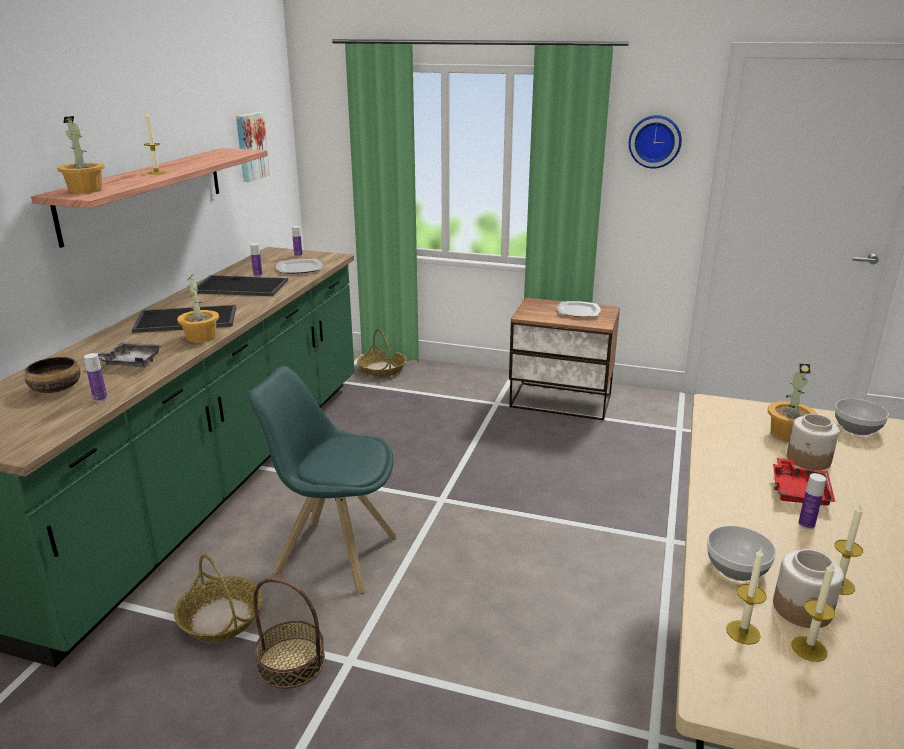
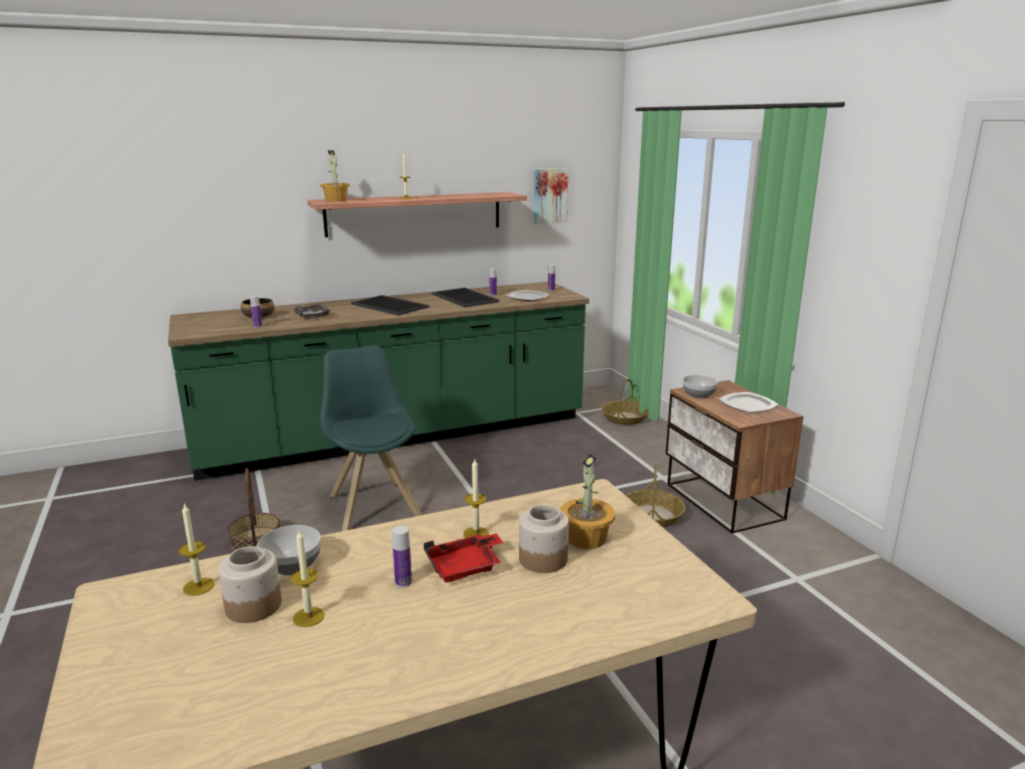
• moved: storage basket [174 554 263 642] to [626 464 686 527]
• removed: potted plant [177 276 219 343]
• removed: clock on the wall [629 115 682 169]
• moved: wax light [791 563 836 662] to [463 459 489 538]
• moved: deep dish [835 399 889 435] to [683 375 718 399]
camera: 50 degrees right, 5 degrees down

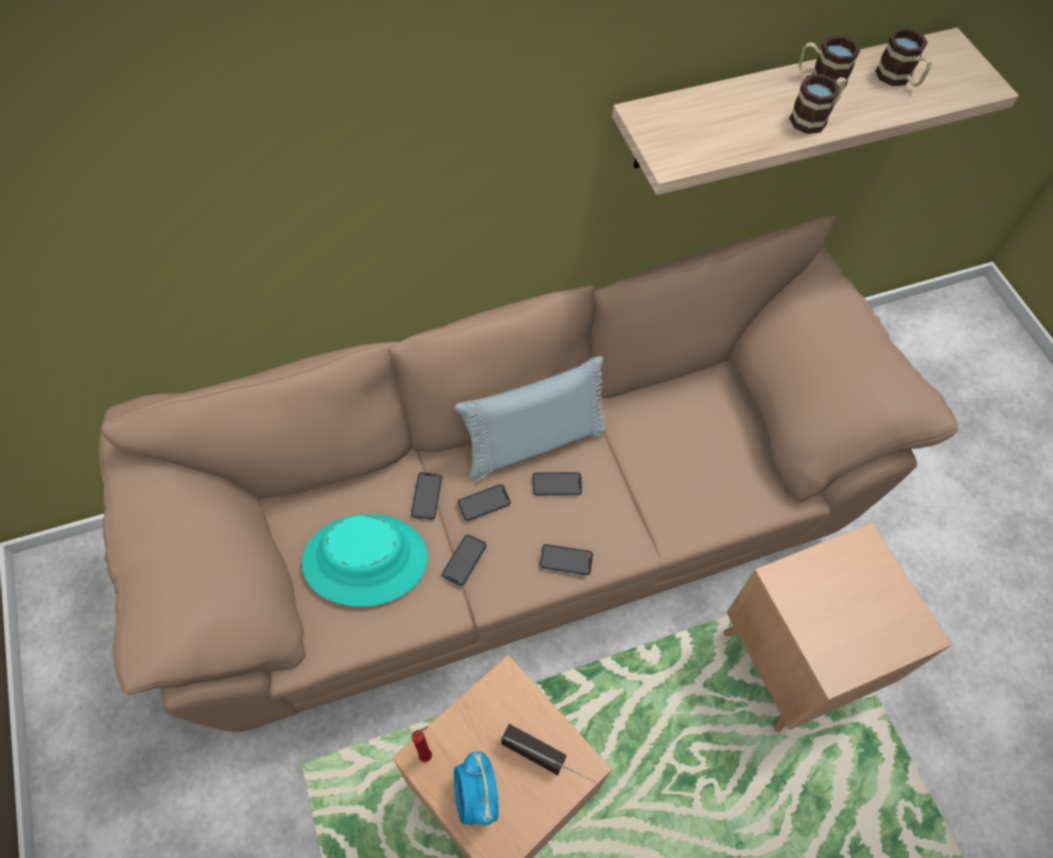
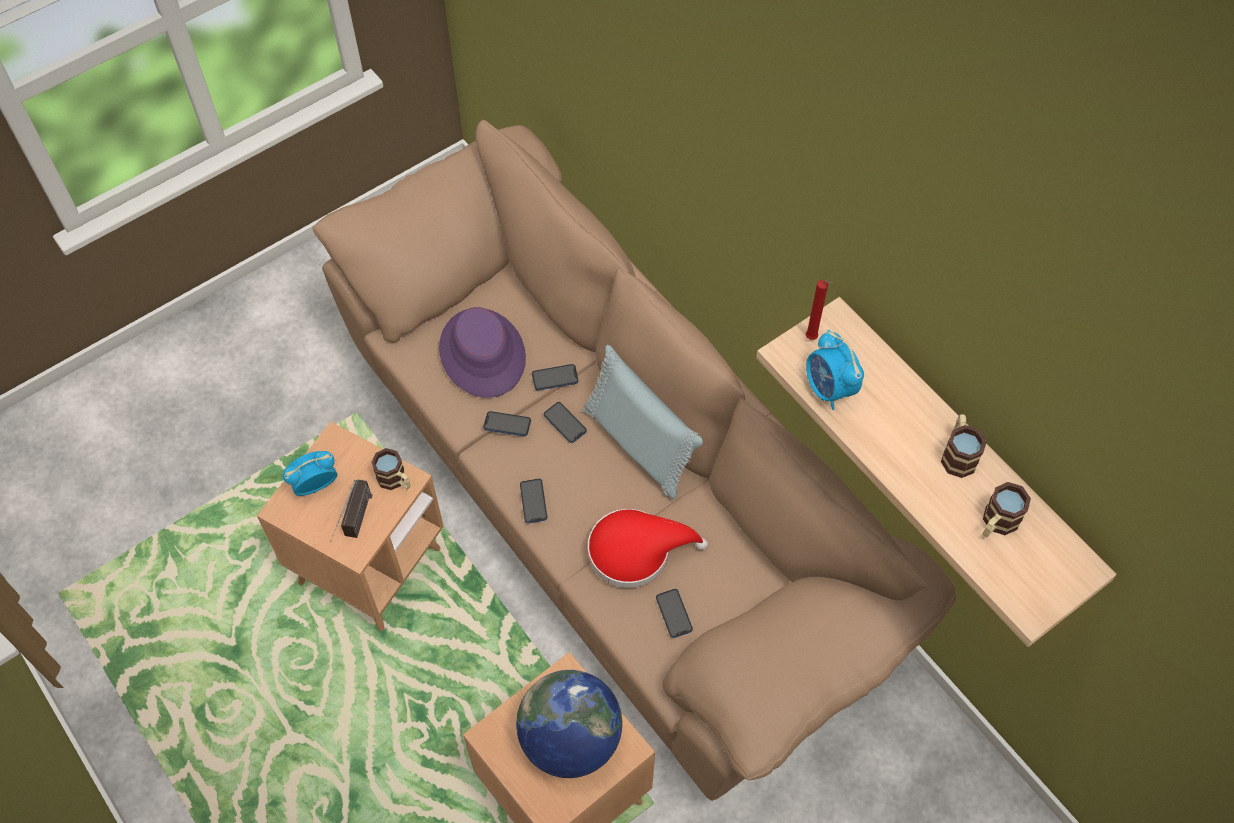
• recoloured: blue-green clothing hat [302 514 428 607] to purple clothing hat [439 307 526 398]
• moved: red-coloured wax light [412 726 432 762] to [806 280 833 340]
• moved: telephone [532 472 582 496] to [656 589 693 638]
• moved: tea mug [789 74 846 134] to [371 448 411 490]
• added: globe [516 670 622 778]
• added: red-coloured clothing hat [588 509 708 588]
• added: alarm clock [806 330 864 410]
camera: 75 degrees right, 0 degrees up

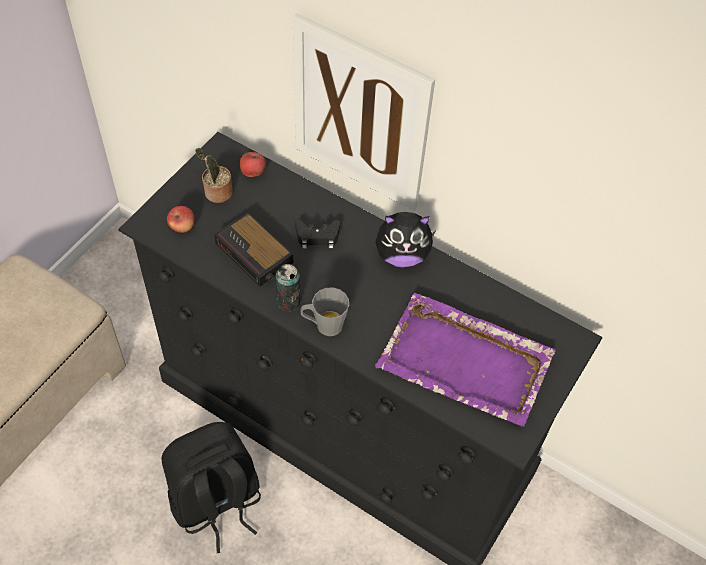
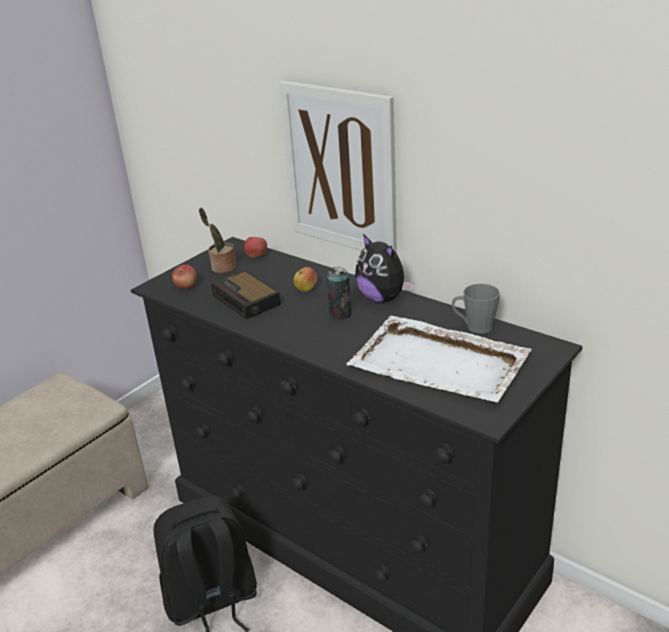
• moved: sealed can [276 264 300 311] to [327 267 351 320]
• replaced: blackish gamepad [295 220 340 248] to apple [294 267 317 292]
• moved: greyish tea mug [300 287 349 336] to [452 284 500 334]
• recoloured: purple tray [375 293 555 427] to white-coloured tray [347 316 532 403]
• turned: cuddly toy [376 212 436 268] = [355 234 413 303] 45 degrees clockwise
camera: 10 degrees right, 25 degrees down

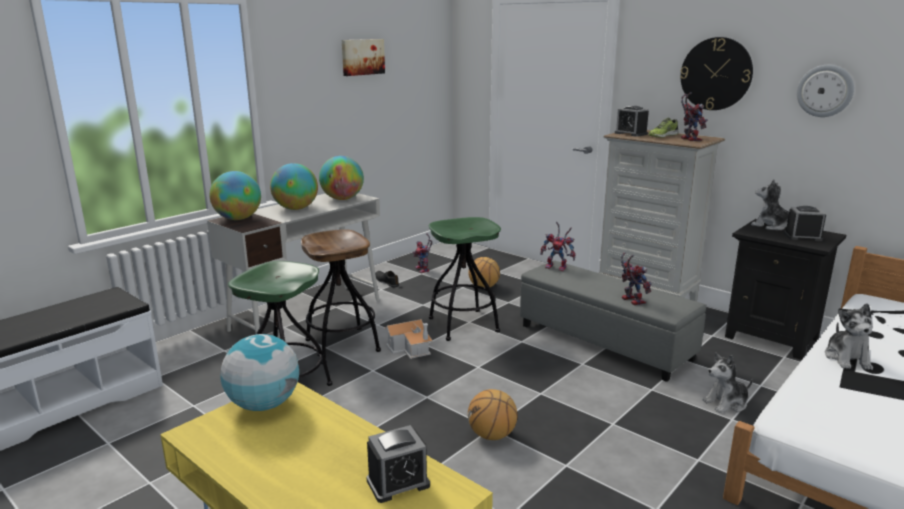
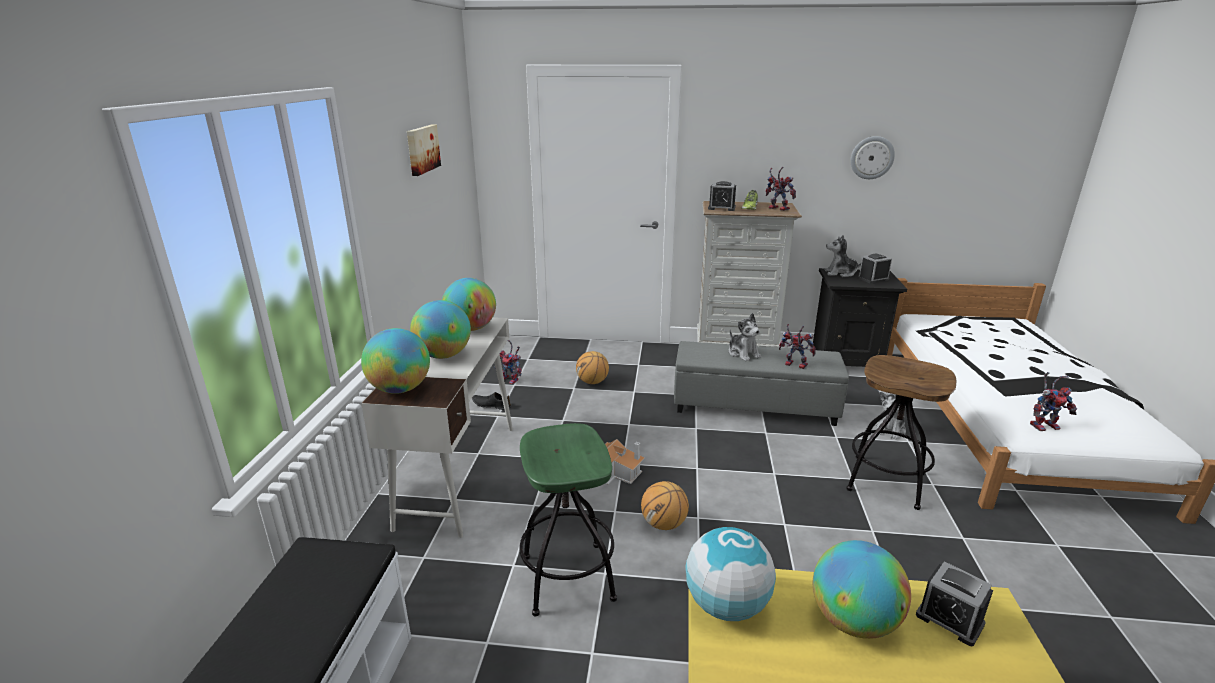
• moved: brown-coloured stool [301 229 381 365] to [846 355 956 510]
• turned: alarm clock [367 425 430 503] = [916 561 993 646] 105 degrees clockwise
• removed: green-coloured stool [429 217 501 341]
• moved: ball for basketball [468 389 518 440] to [641 481 689 530]
• moved: robot figure [540 222 576 271] to [1030 372 1077 431]
• removed: clock on the wall [680 37 753 110]
• moved: cuddly toy [825 303 873 370] to [729 313 761 361]
• added: globe [813 540 911 639]
camera: 35 degrees left, 5 degrees up

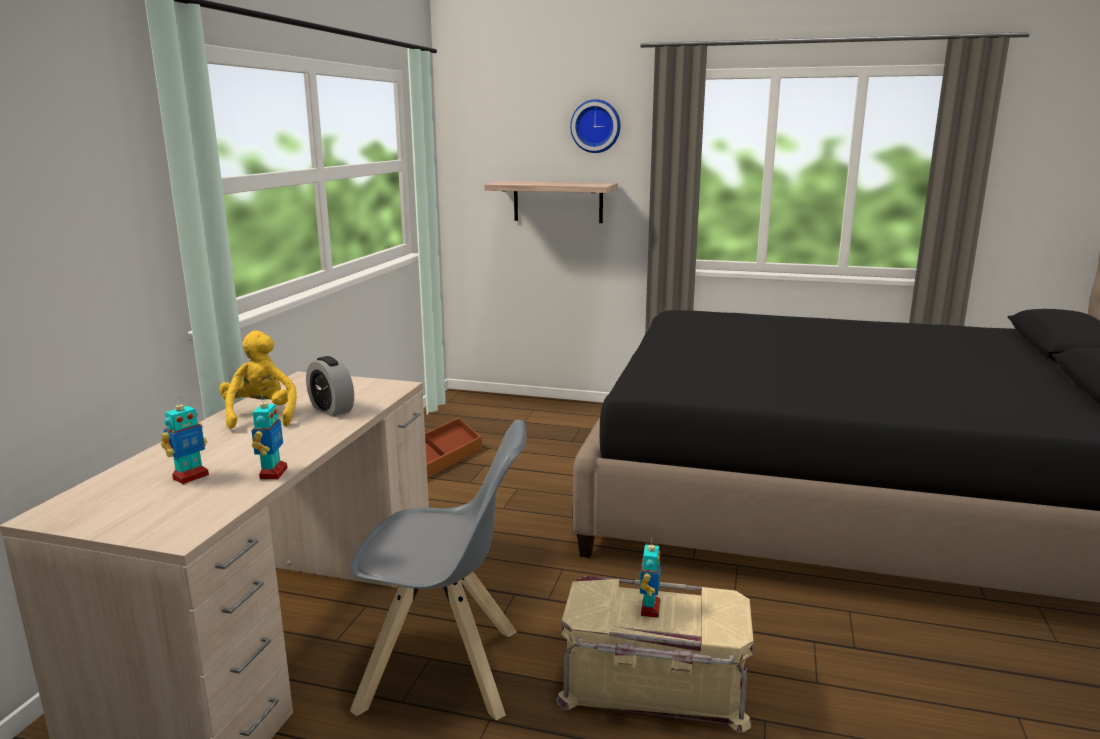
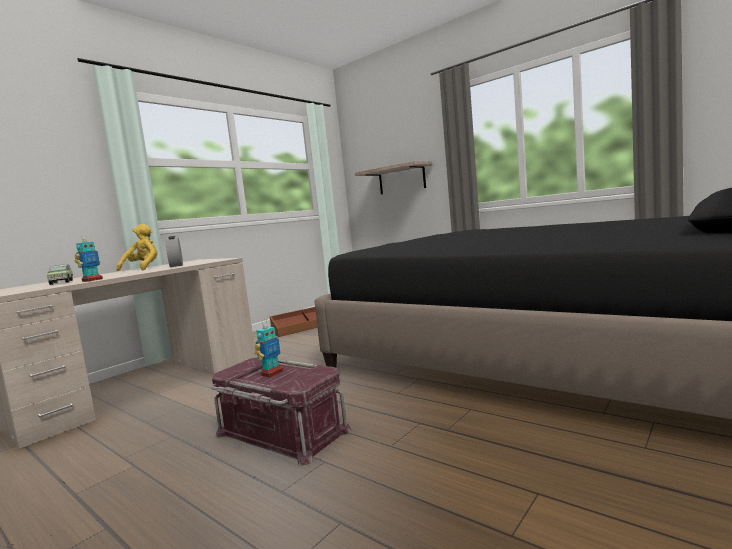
• replaced: robot figure [161 397 209 484] to miniature car [47 264 73 285]
• removed: greyish upright chair [350 420 527 720]
• recoloured: sand-coloured storage container [556 576 754 733] to red-coloured storage container [211 357 352 466]
• removed: clock on the wall [570 99 621 153]
camera: 25 degrees right, 10 degrees down

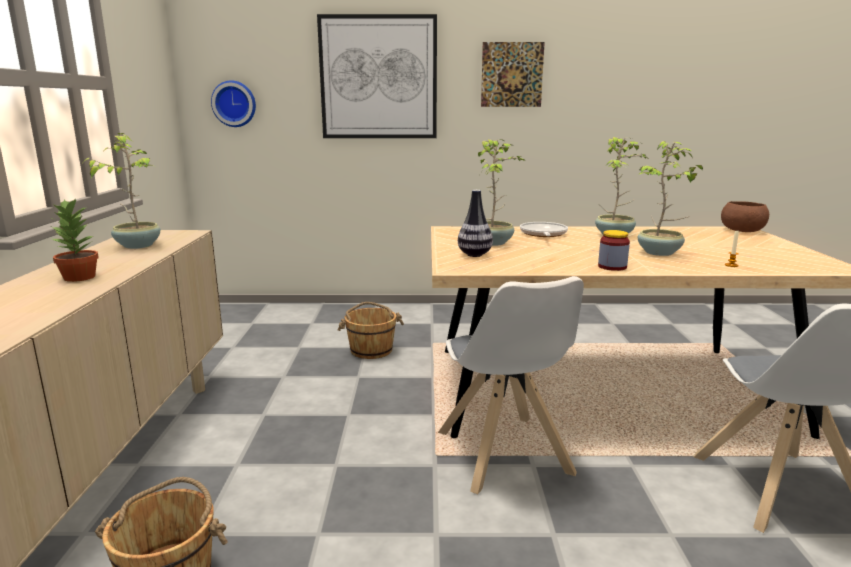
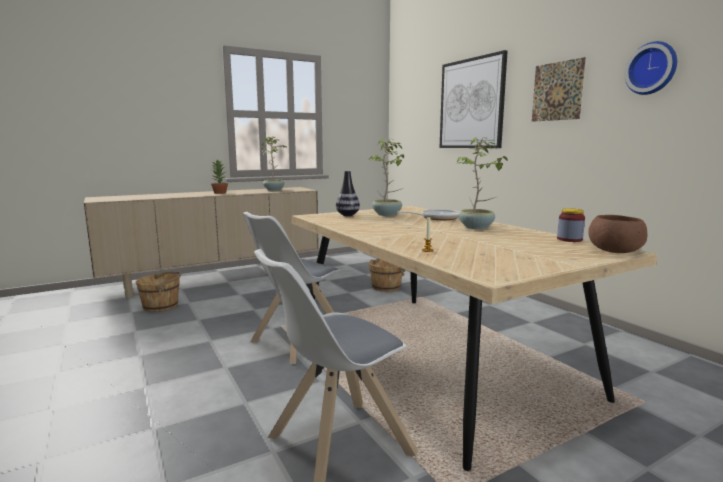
• moved: clock on the wall [211 80 256 127] to [624 41 677 95]
• moved: storage jar [598 230 630 271] to [557 209 585 242]
• removed: potted plant [638 141 703 256]
camera: 60 degrees right, 5 degrees down

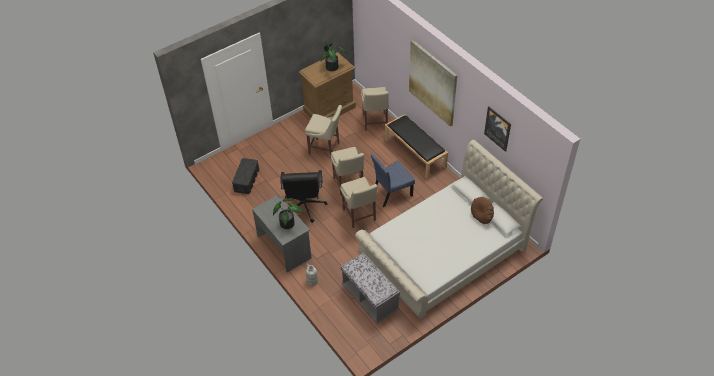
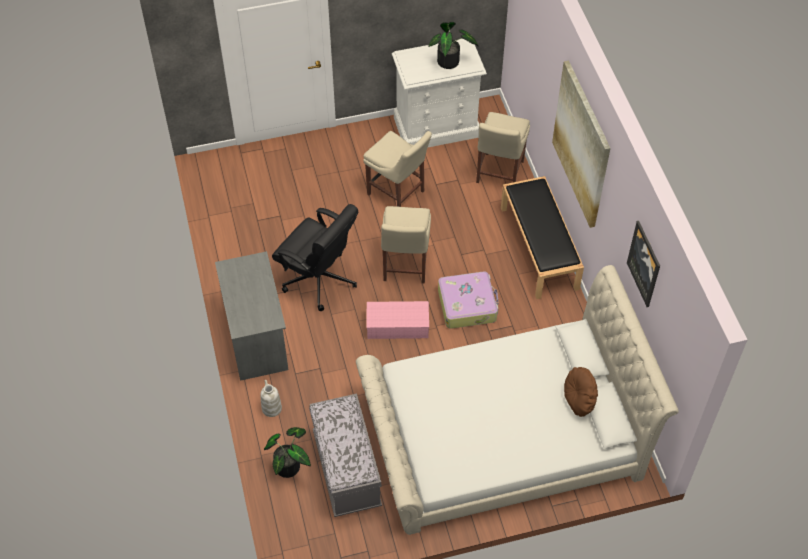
• removed: blackish storage container [232 158 259 194]
• moved: potted plant [273 198 304 229] to [264 427 311 478]
• turned: blackish computer chair [281 170 327 223] = [272 204 358 311] 75 degrees counterclockwise
• recoloured: brown-coloured drawer chest [299 53 356 118] to white-coloured drawer chest [392 39 487 147]
• replaced: sand-coloured upright chair [340 177 377 228] to pink-coloured storage container [366 301 429 339]
• replaced: bluish upright chair [371 153 415 207] to suitcase [438 272 499 329]
camera: 20 degrees right, 5 degrees up

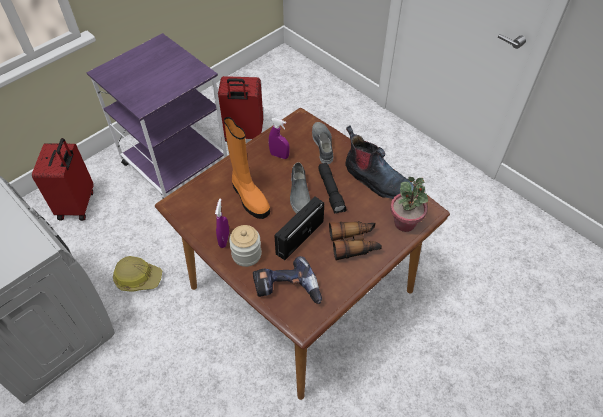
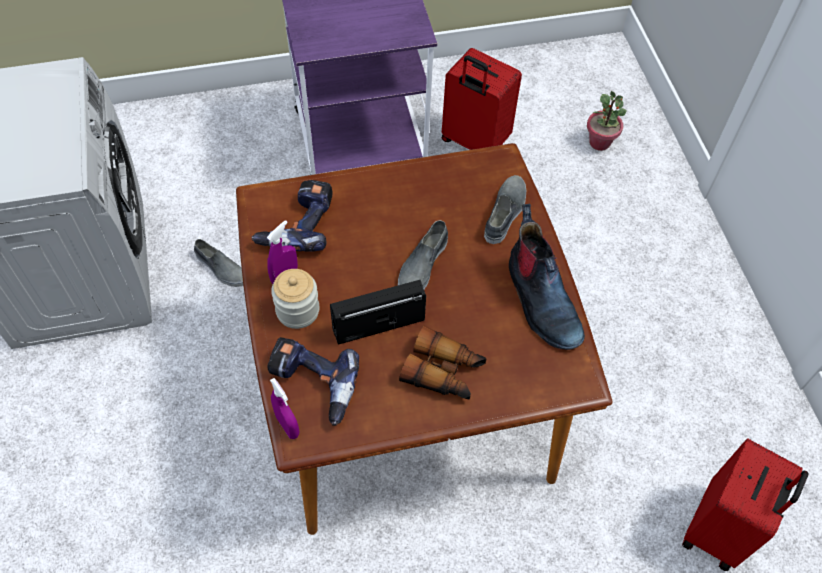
• moved: red-coloured suitcase [32 138 94 221] to [682 438 809 572]
• replaced: safety helmet [113 256 162 291] to greyish low shoe [194 239 243 287]
• removed: orangey high-top boot [224 117 270 219]
• moved: purple sprayer [269 118 290 159] to [270 378 300 439]
• removed: blackish torch [318 163 347 214]
• moved: potted plant [390 177 428 232] to [587 91 627 151]
• added: drill [252 180 332 252]
camera: 30 degrees right, 5 degrees up

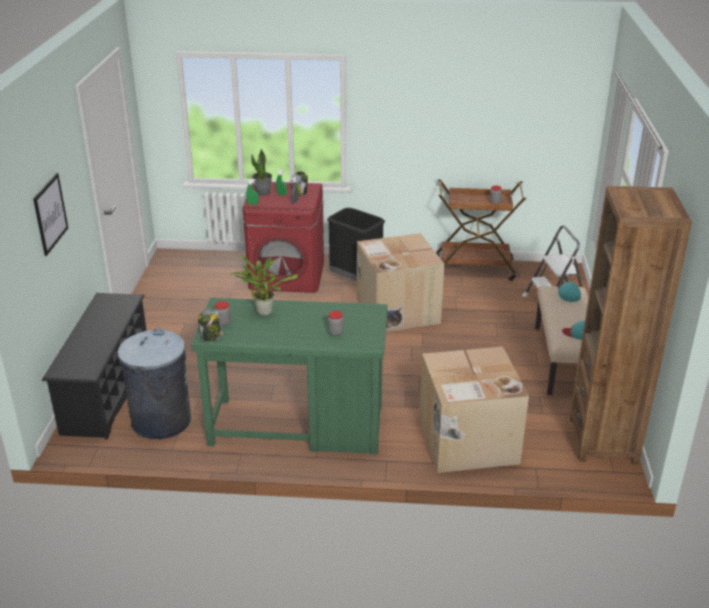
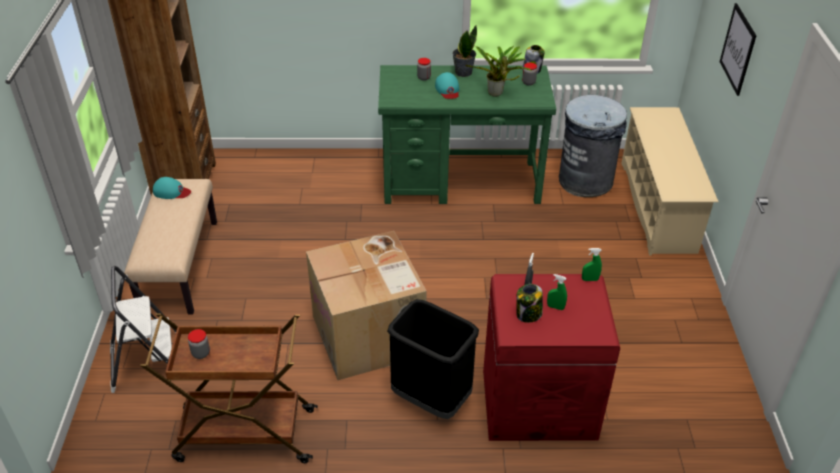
• recoloured: blackish shoe stand [42 293 147 440] to sand-coloured shoe stand [621 107 719 255]
• moved: potted plant [251 149 272 195] to [452 26 477 77]
• removed: packing box [419 347 529 473]
• moved: blue-green peaked cap [558 282 581 302] to [435 72 459 99]
camera: 175 degrees right, 10 degrees up

